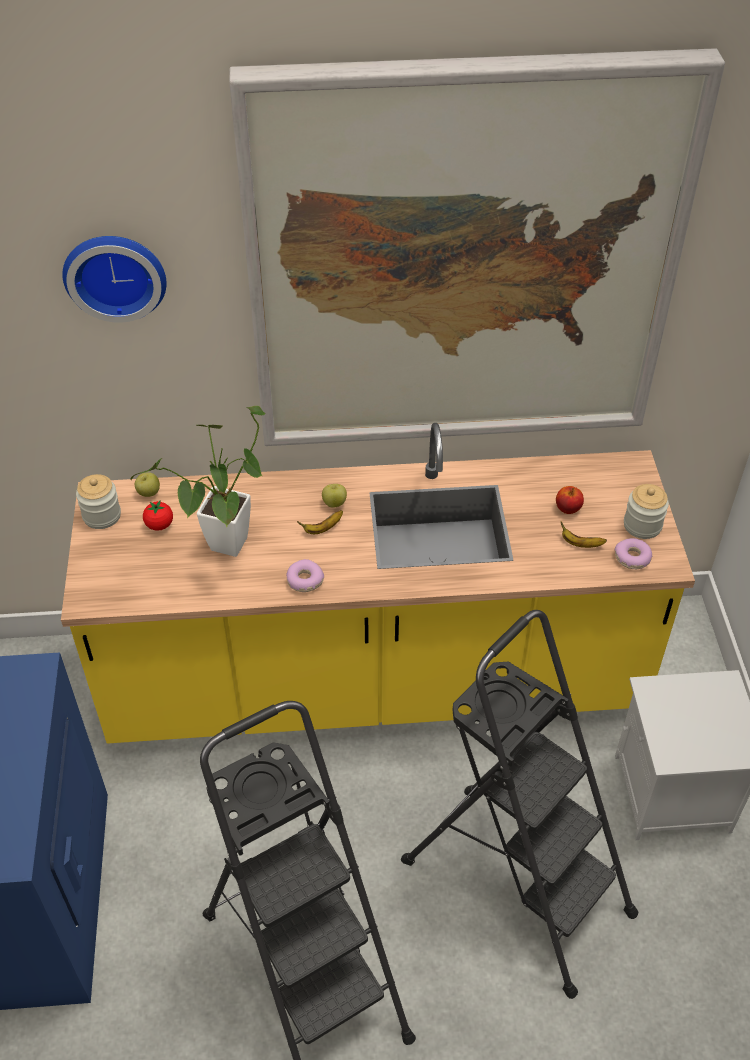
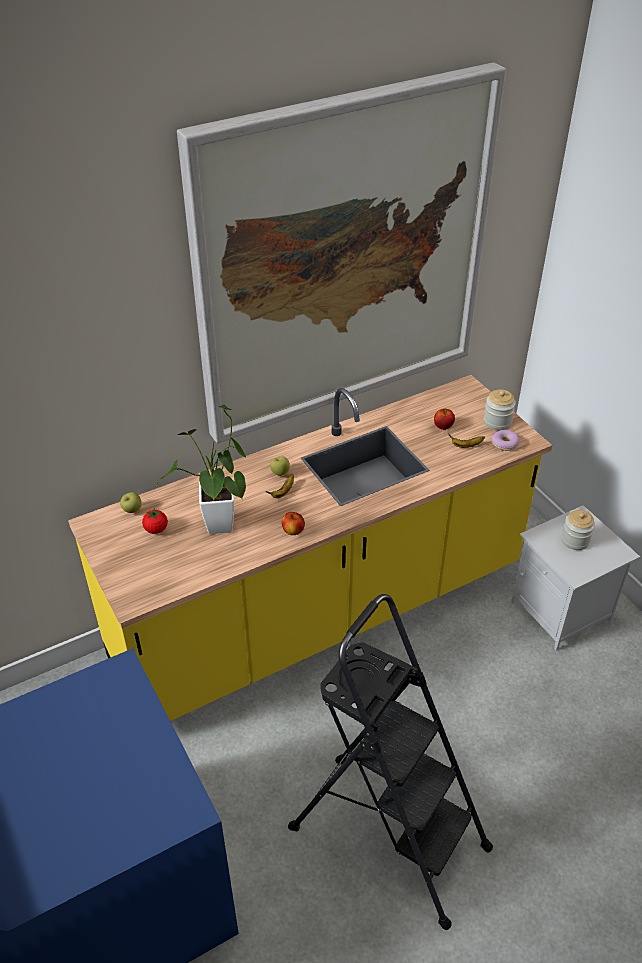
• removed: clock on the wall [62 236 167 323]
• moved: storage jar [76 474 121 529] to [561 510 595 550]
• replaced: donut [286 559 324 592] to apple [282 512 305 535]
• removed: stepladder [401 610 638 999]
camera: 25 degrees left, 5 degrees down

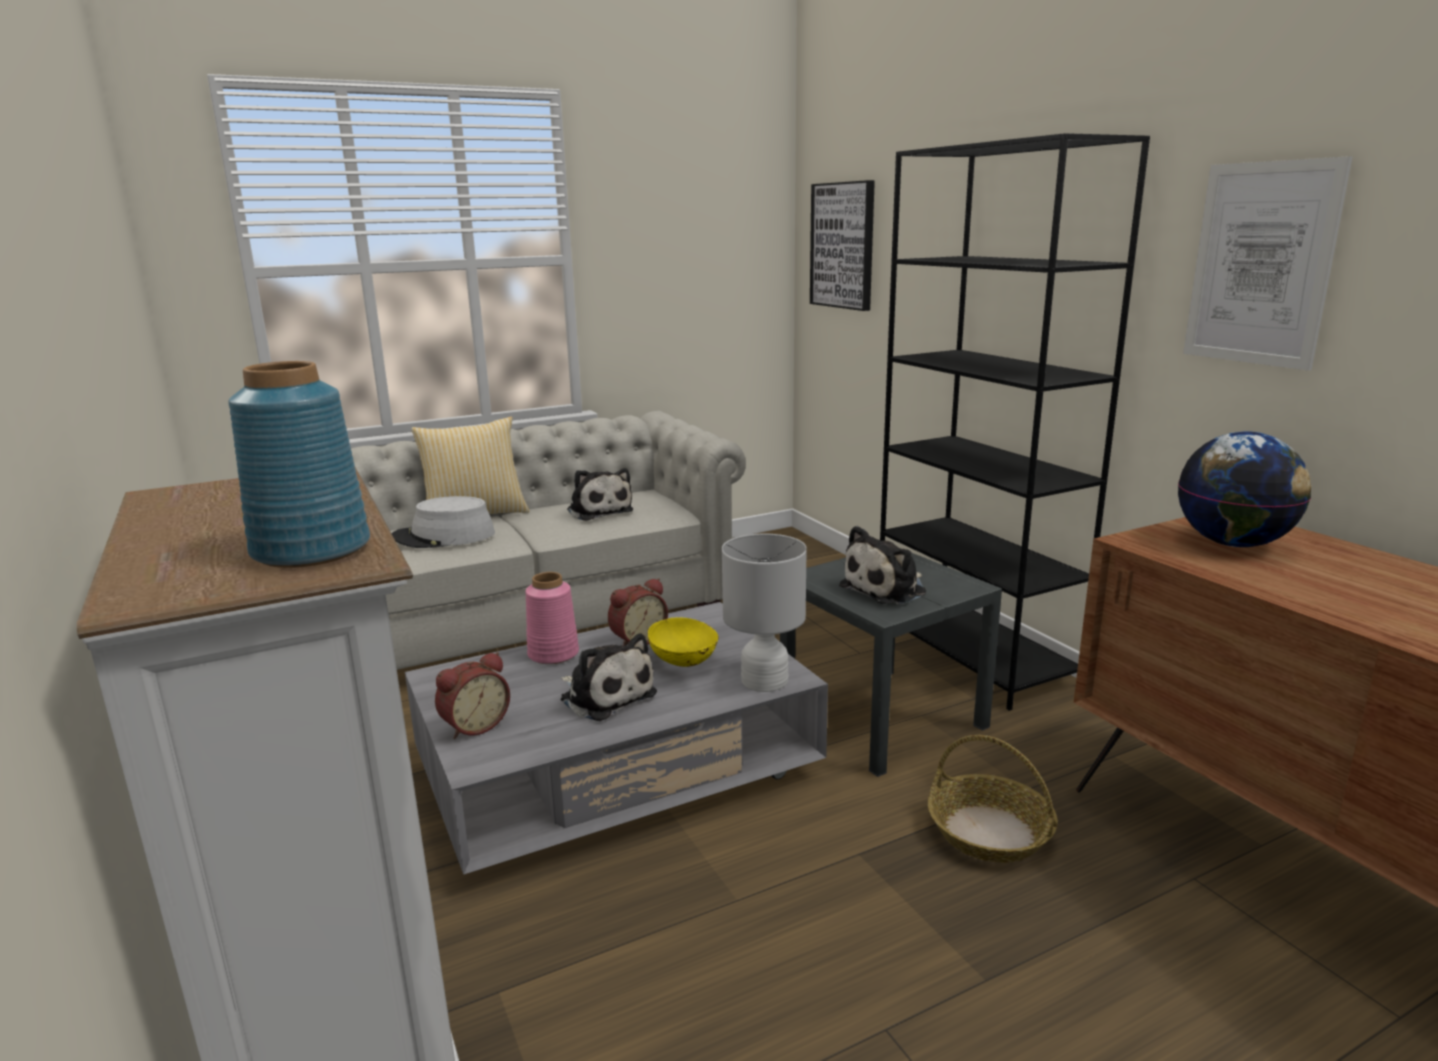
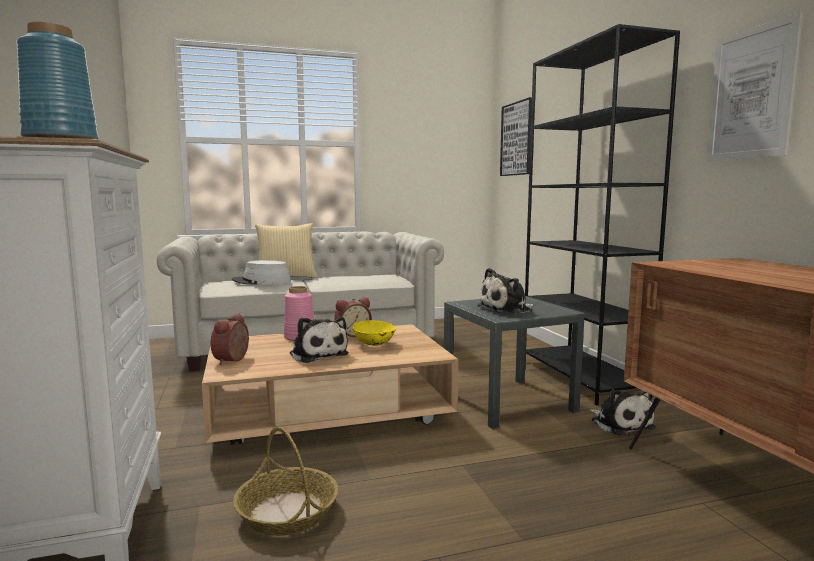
• recoloured: greyish low table [405 602 828 875] to brown-coloured low table [202 324 458 445]
• turned: alarm clock [435 652 510 739] = [211 313 249 365] 135 degrees clockwise
• moved: cuddly toy [567 468 633 521] to [590 389 656 436]
• removed: greyish lamp for a table [722 534 807 692]
• moved: storage basket [928 735 1058 862] to [233 427 338 536]
• removed: globe [1178 431 1311 547]
camera: 10 degrees right, 10 degrees down

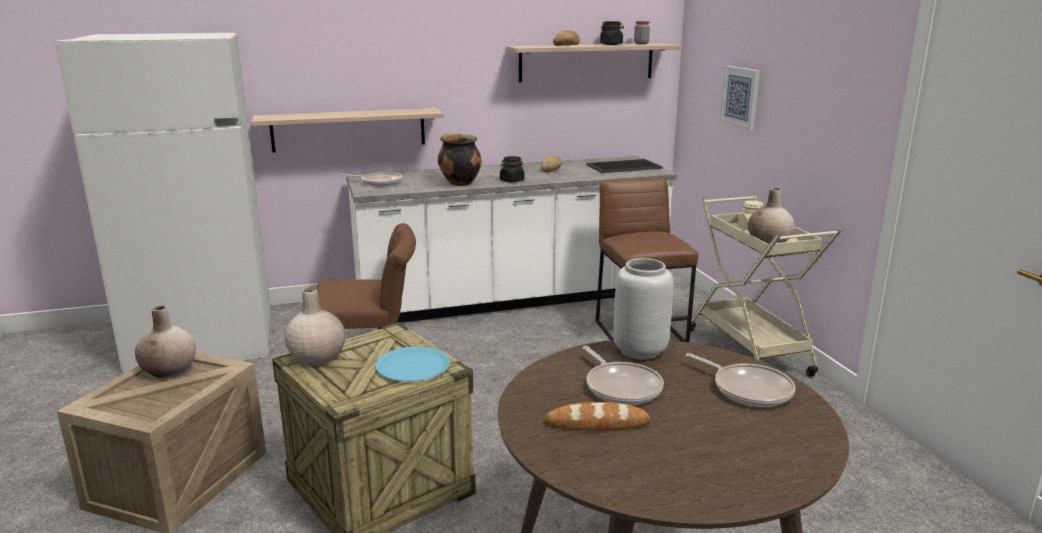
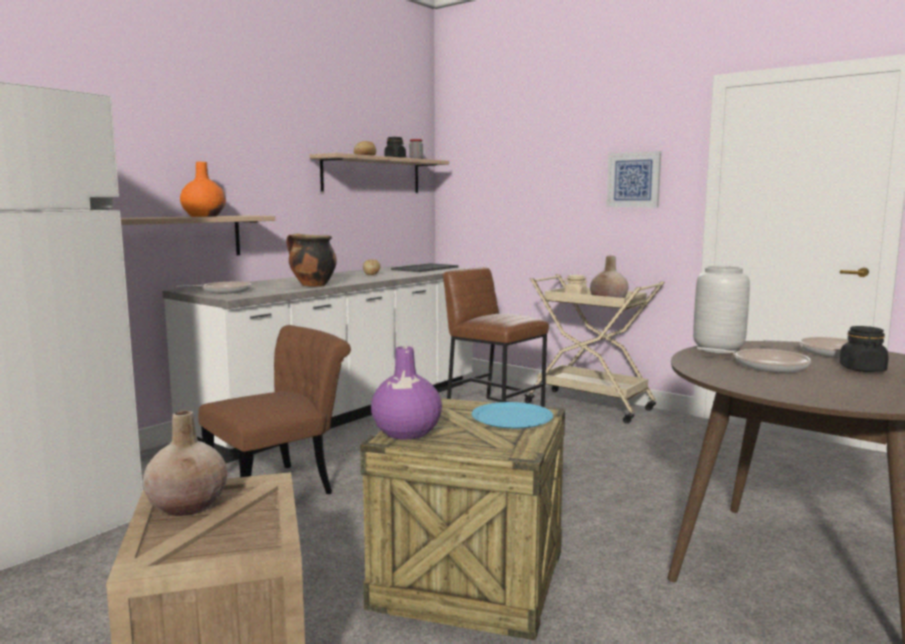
• recoloured: sand-coloured flower vase [284 288 346 365] to purple flower vase [371 346 442 440]
• moved: blackish storage jar [500 156 524 182] to [839 326 888 372]
• removed: bread [544 402 650 430]
• moved: wall art [720 66 760 130] to [606 151 661 208]
• added: orangey flower vase [180 162 226 217]
camera: 35 degrees left, 10 degrees down

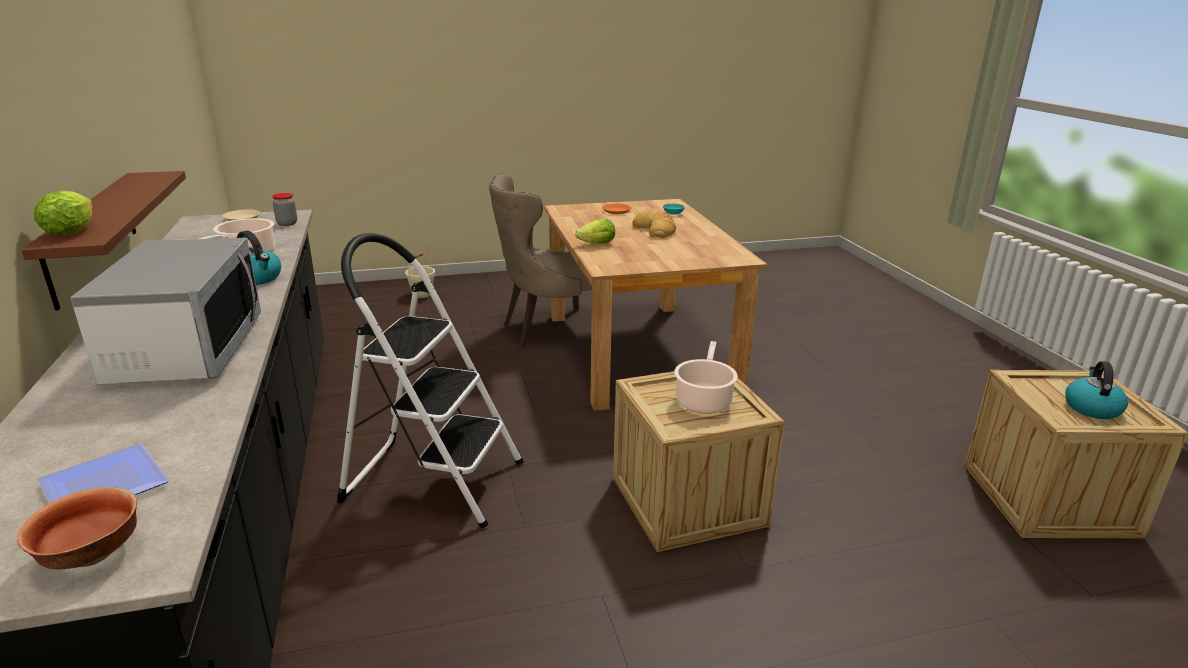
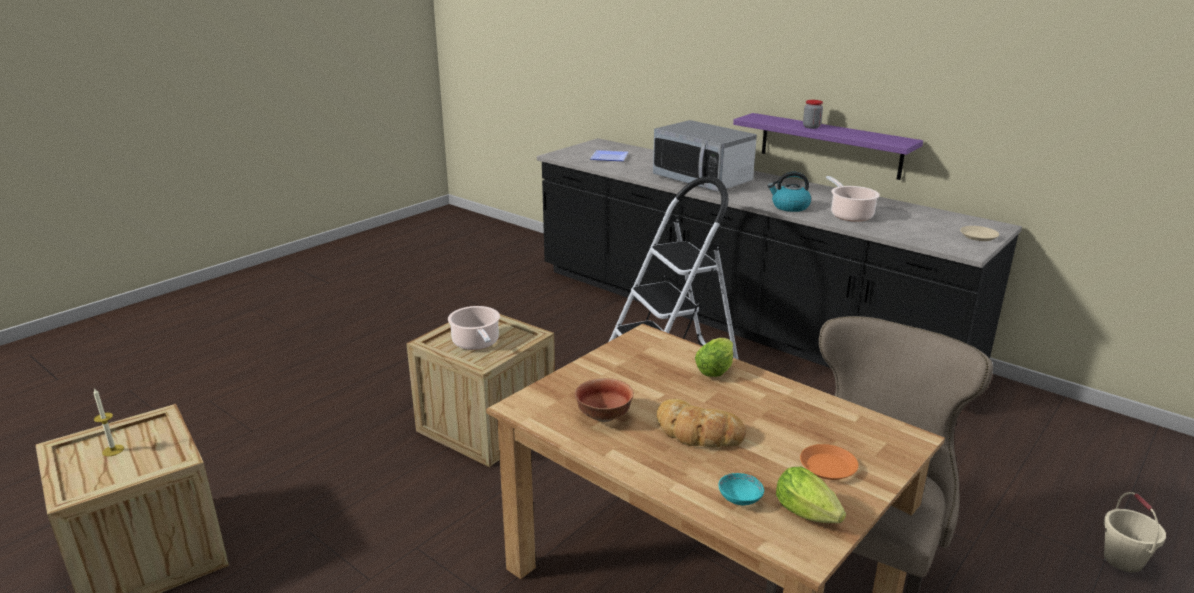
• moved: deep dish [17 487 137 569] to [575 378 634 422]
• recoloured: brown-coloured bracket shelf [21 171 186 311] to purple bracket shelf [733 113 923 180]
• moved: head of lettuce [34 191 93 236] to [776 467 846 523]
• moved: storage jar [272 193 297 226] to [803 100 823 129]
• replaced: water kettle [1065 361 1128 419] to wax light [93 389 124 456]
camera: 145 degrees right, 0 degrees up

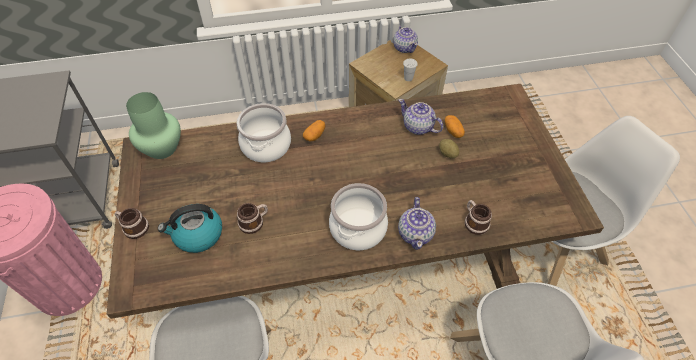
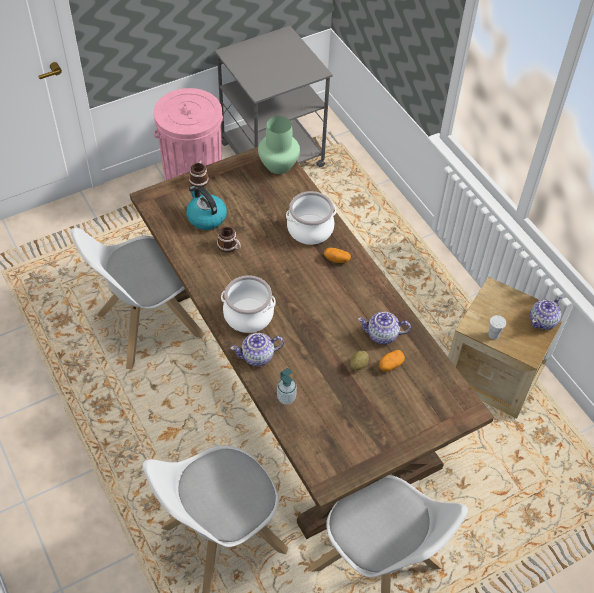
• turned: teapot [398 99 443 135] = [358 312 411 344] 105 degrees counterclockwise
• replaced: tea mug [465 200 492 235] to liquid soap bottle [277 368 297 404]
camera: 70 degrees right, 0 degrees up

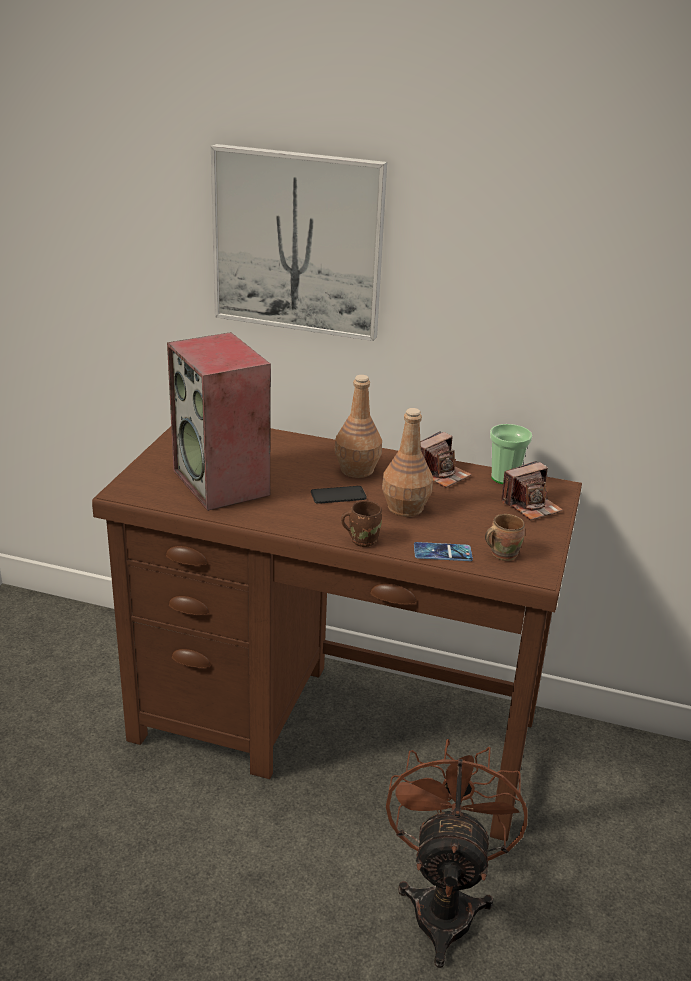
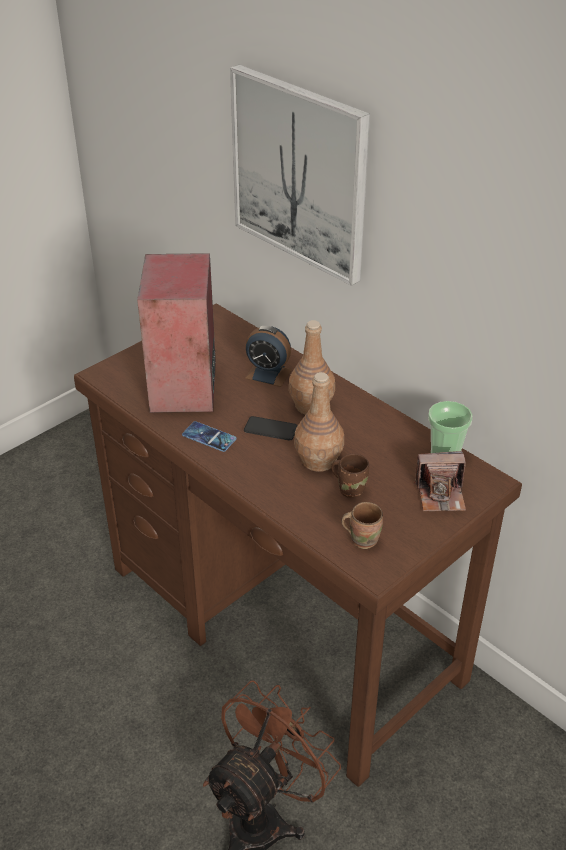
• moved: brown-coloured tea mug [341 500 382 547] to [331 454 369 498]
• moved: telephone [414 542 473 561] to [182 421 237 452]
• removed: still camera [420 431 472 488]
• added: alarm clock [245 326 292 387]
camera: 30 degrees right, 10 degrees up

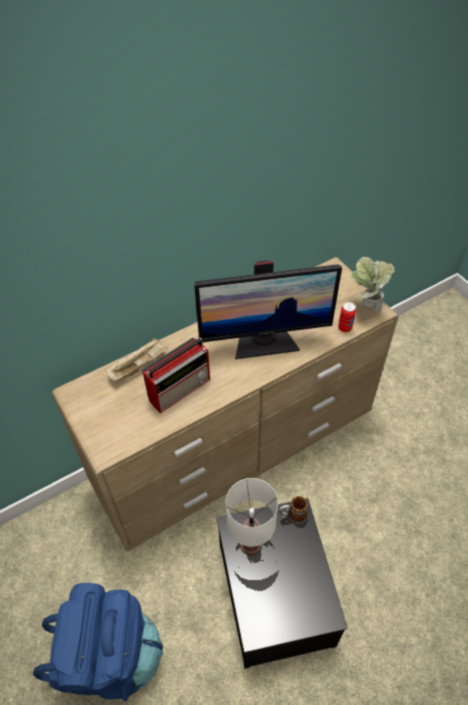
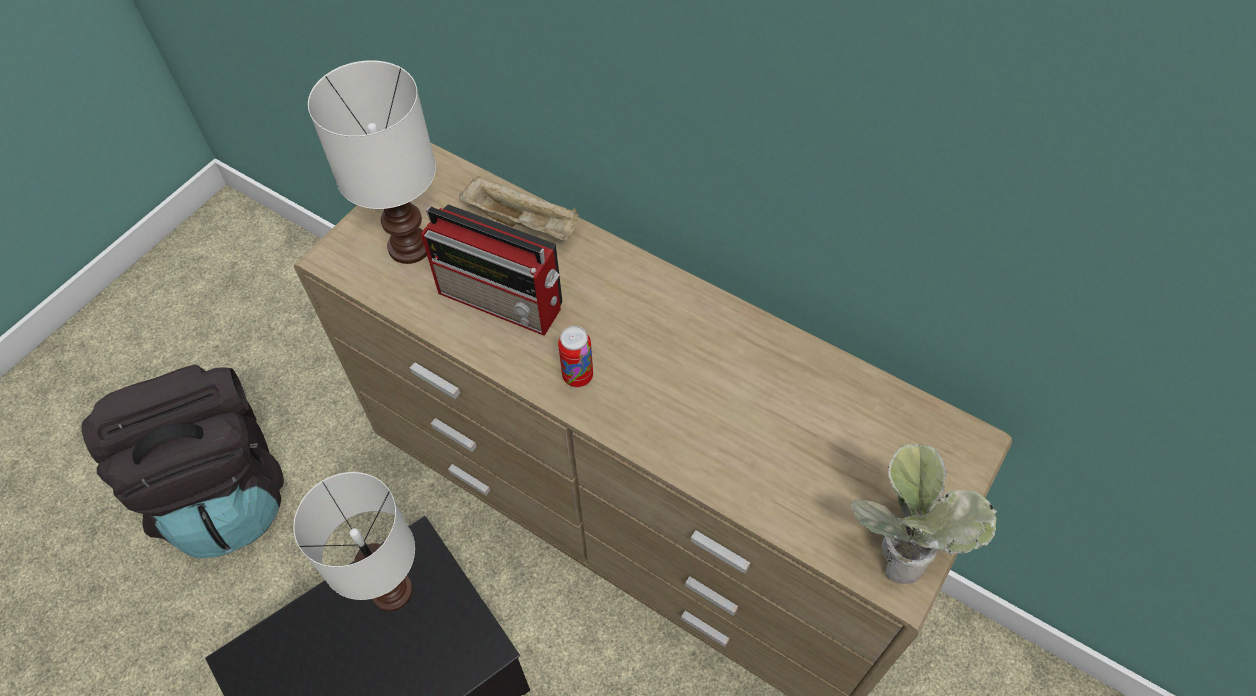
• recoloured: bluish rucksack [33 583 163 702] to blackish rucksack [82 364 284 559]
• removed: computer screen [194 260 342 359]
• removed: tea mug [279 496 308 524]
• moved: sealed can [338 302 356 332] to [558 326 593 388]
• added: white-coloured lamp for a table [308 60 436 264]
camera: 65 degrees right, 5 degrees up

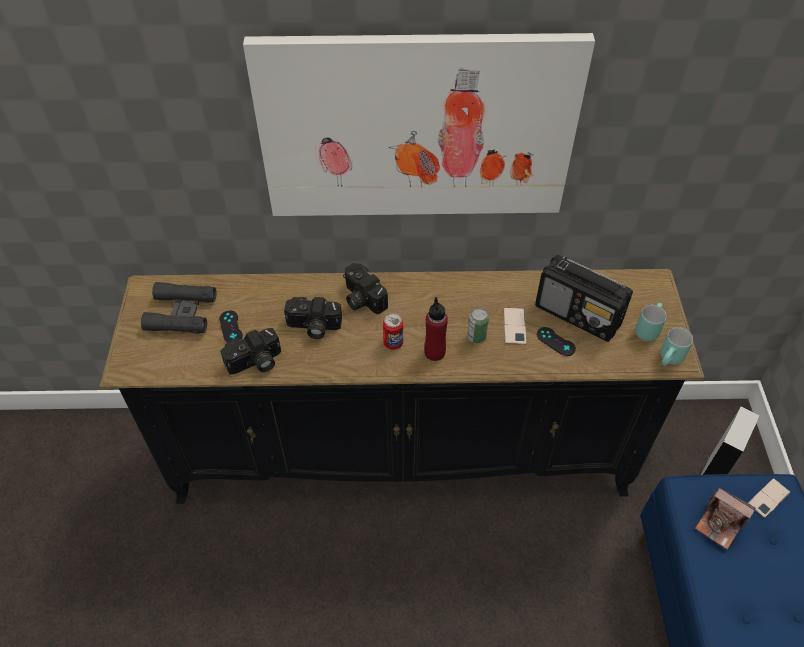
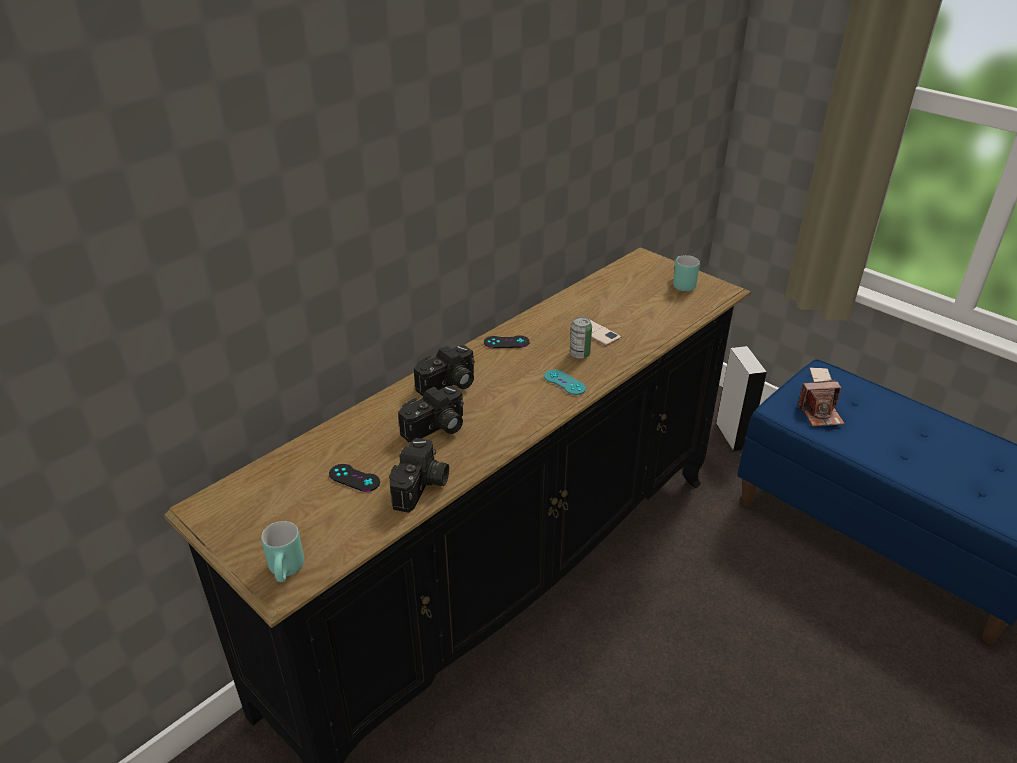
• removed: blackish binoculars [141 282 216 334]
• removed: wall art [243 33 595 216]
• turned: still camera [343 263 388 314] = [414 345 475 396] 45 degrees counterclockwise
• removed: sealed can [383 314 403 350]
• replaced: red-coloured drink bottle [424 297 448 361] to blue-green gamepad [544 370 586 395]
• removed: radio receiver [535 255 633 342]
• moved: blackish gamepad [537 327 576 356] to [484 335 530 348]
• moved: blue-green tea mug [660 327 693 366] to [261 521 304 582]
camera: 45 degrees left, 15 degrees down

